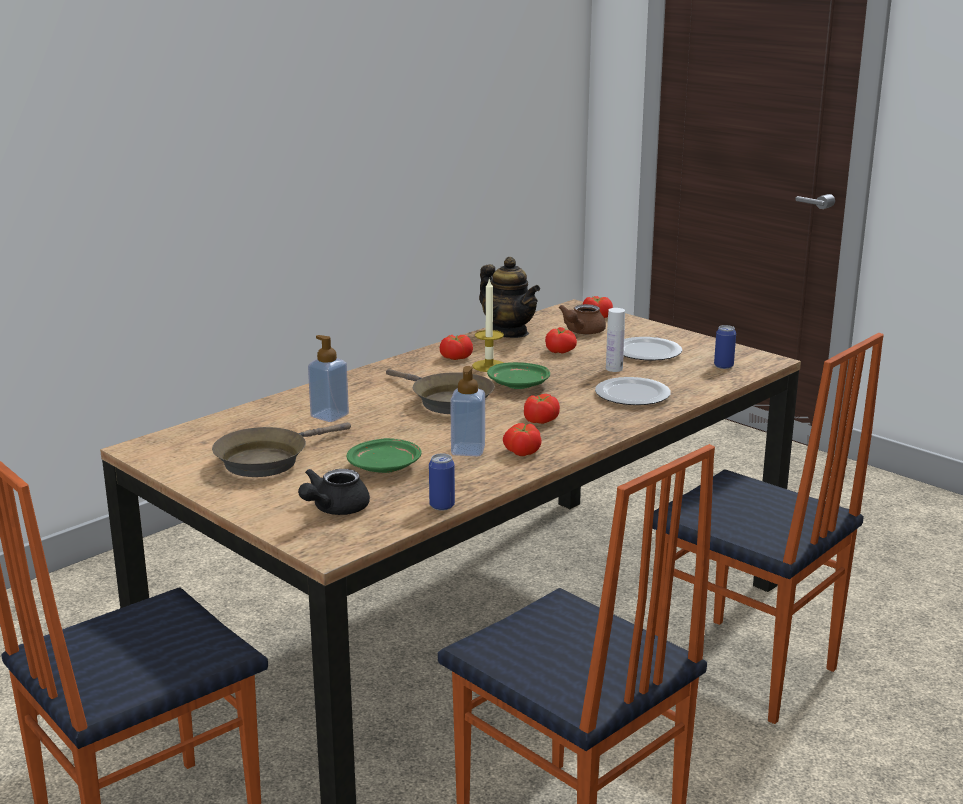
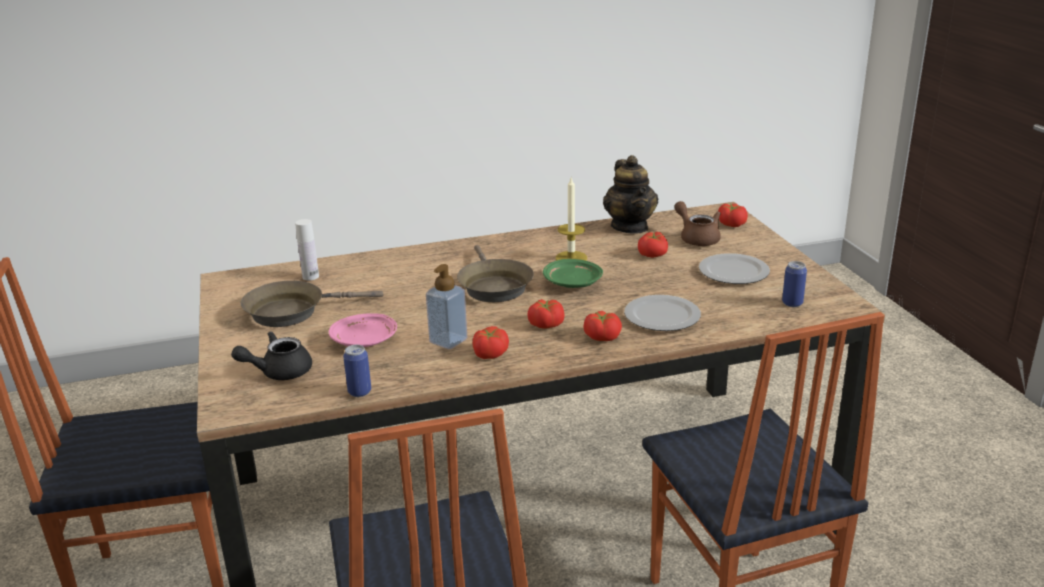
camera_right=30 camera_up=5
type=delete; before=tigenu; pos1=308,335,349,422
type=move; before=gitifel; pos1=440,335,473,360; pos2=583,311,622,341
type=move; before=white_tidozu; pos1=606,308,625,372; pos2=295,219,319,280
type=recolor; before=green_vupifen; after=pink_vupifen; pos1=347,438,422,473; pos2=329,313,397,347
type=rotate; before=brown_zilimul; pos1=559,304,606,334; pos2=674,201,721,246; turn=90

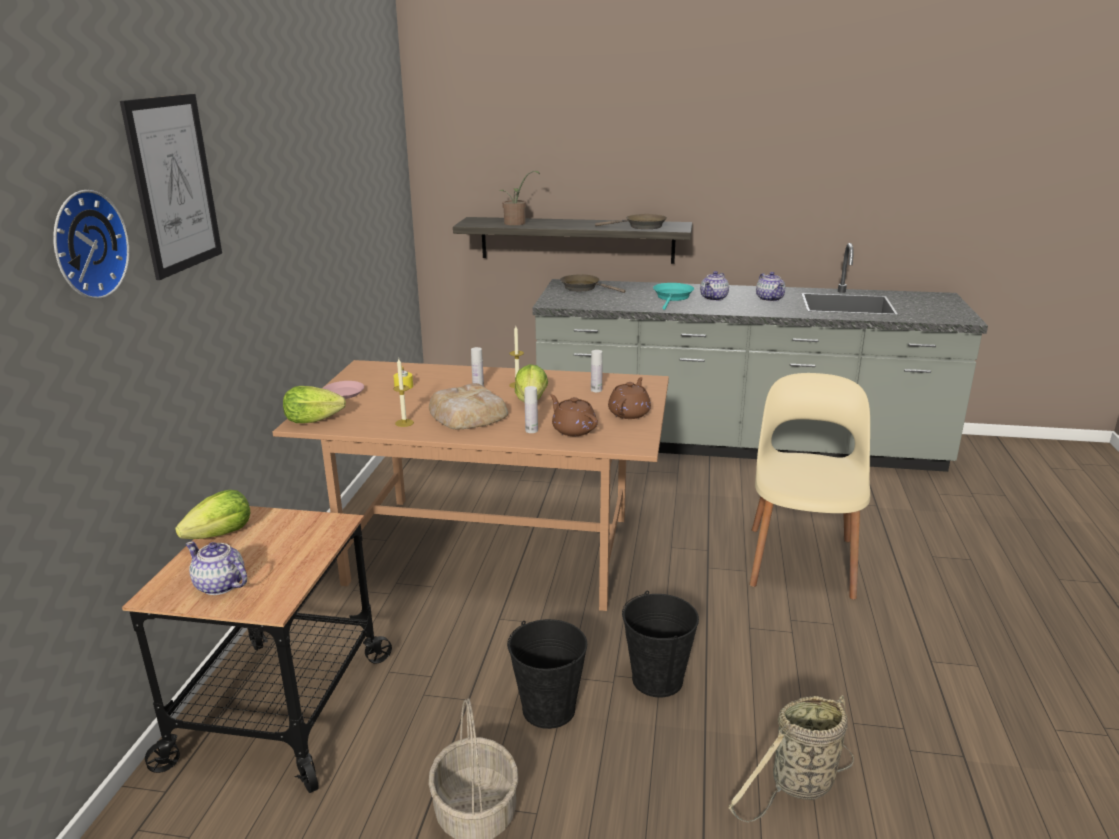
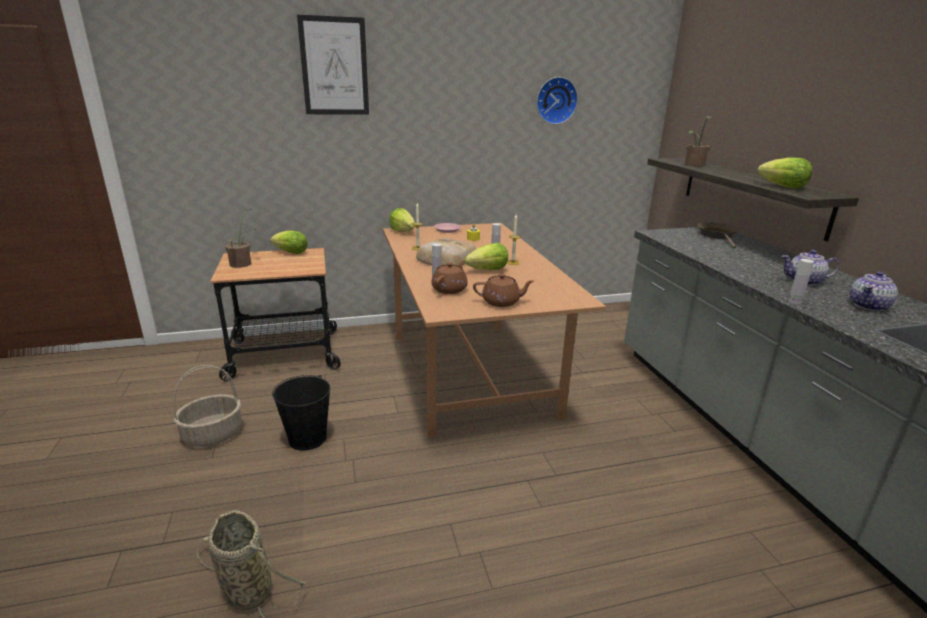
camera_right=65 camera_up=0
type=delete; before=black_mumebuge; pos1=622,590,699,697
type=delete; before=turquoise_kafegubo; pos1=653,283,694,310
type=delete; before=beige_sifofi; pos1=749,373,870,600
type=move; before=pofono; pos1=53,190,130,299; pos2=537,77,578,125
type=move; before=white_tidozu; pos1=591,350,603,392; pos2=788,259,814,304
type=replace; before=zilimul; after=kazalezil; pos1=186,541,247,595; pos2=225,209,257,268
type=replace; before=brown_kafegubo; after=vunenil; pos1=595,214,667,229; pos2=757,157,812,189

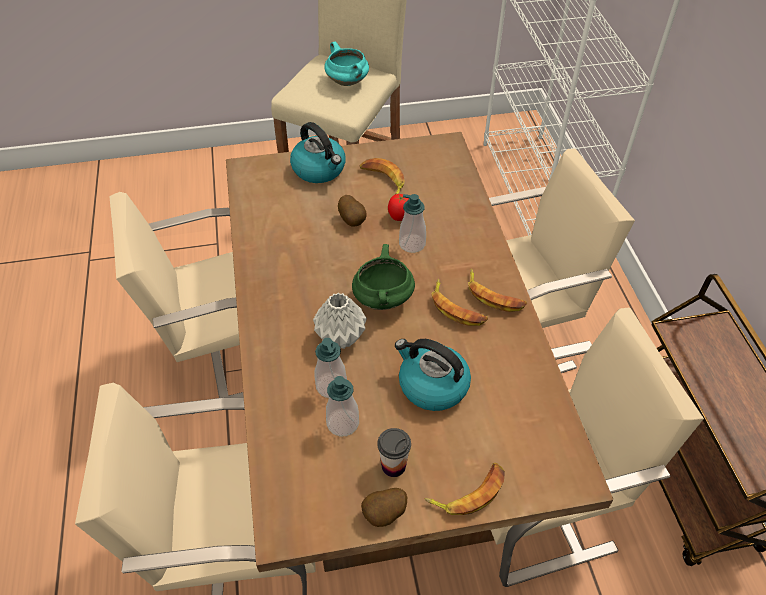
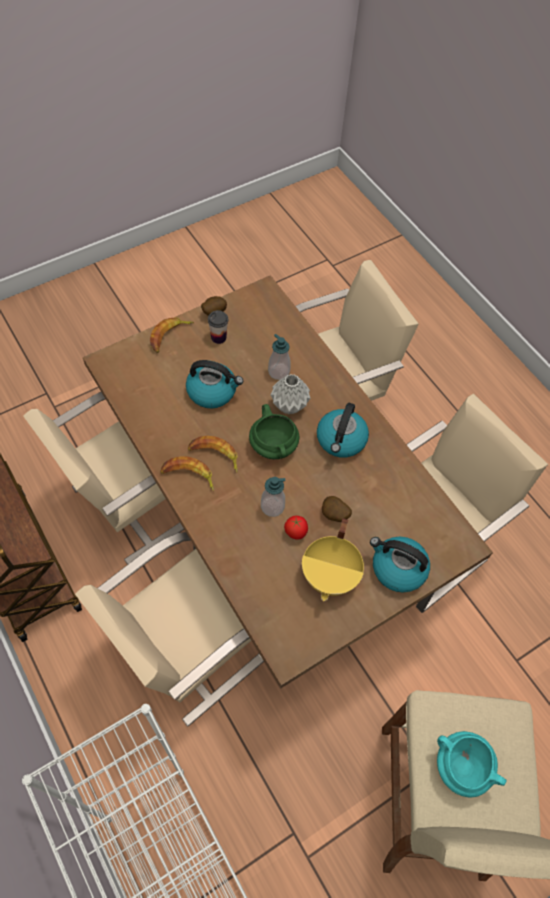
camera_right=155 camera_up=10
type=delete; before=tigenu; pos1=326,376,359,437
type=insert; after=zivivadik; pos2=317,403,369,458
type=replace; before=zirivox; after=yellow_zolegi; pos1=360,158,405,194; pos2=302,518,364,601

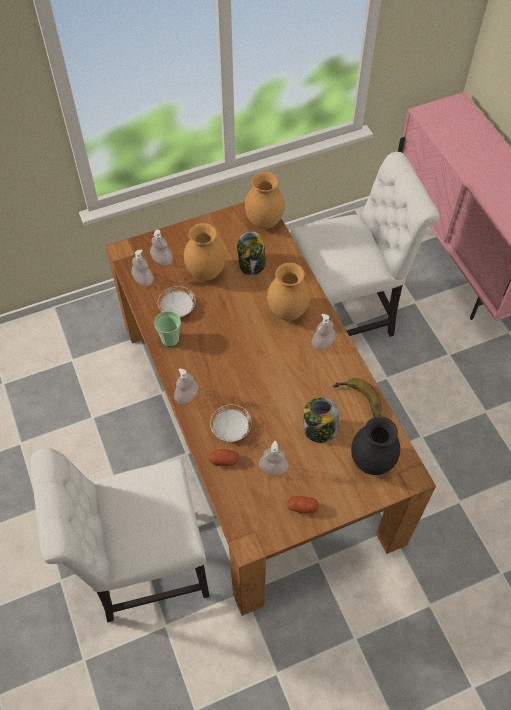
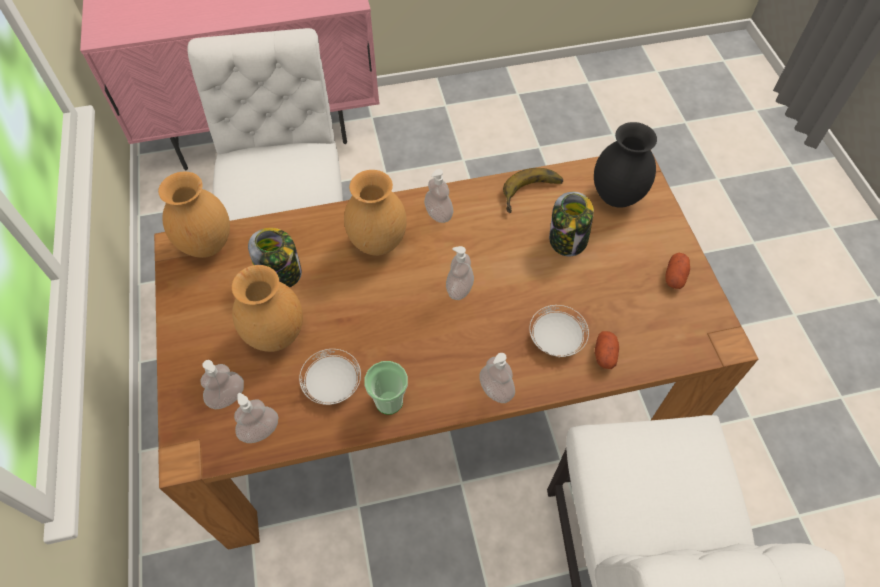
camera_right=-80 camera_up=0
type=move; before=tigenu; pos1=259,441,289,475; pos2=446,246,474,300

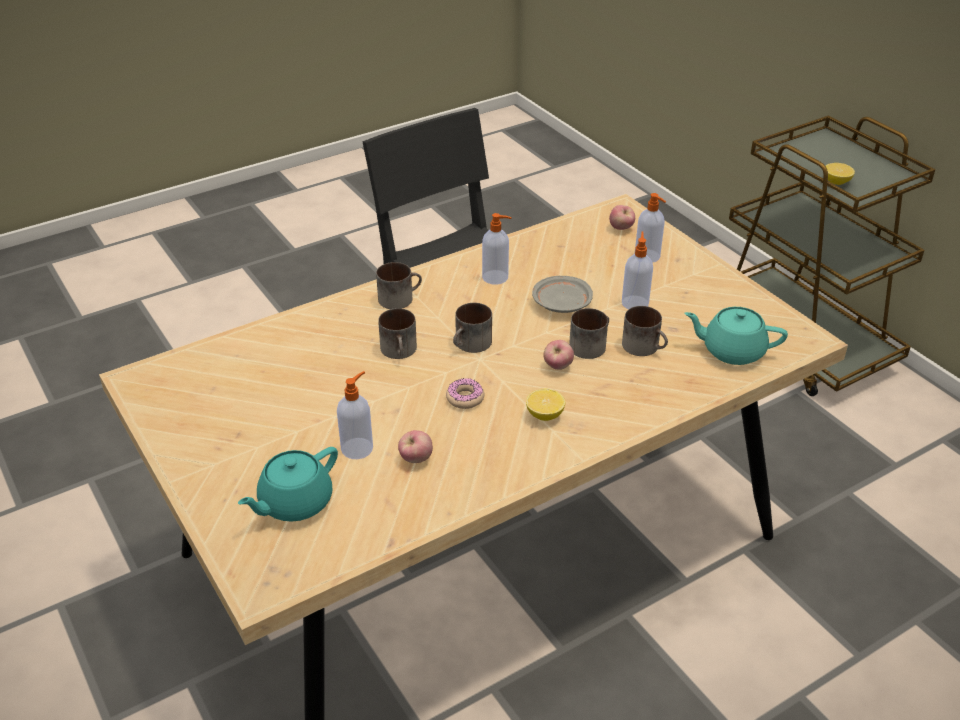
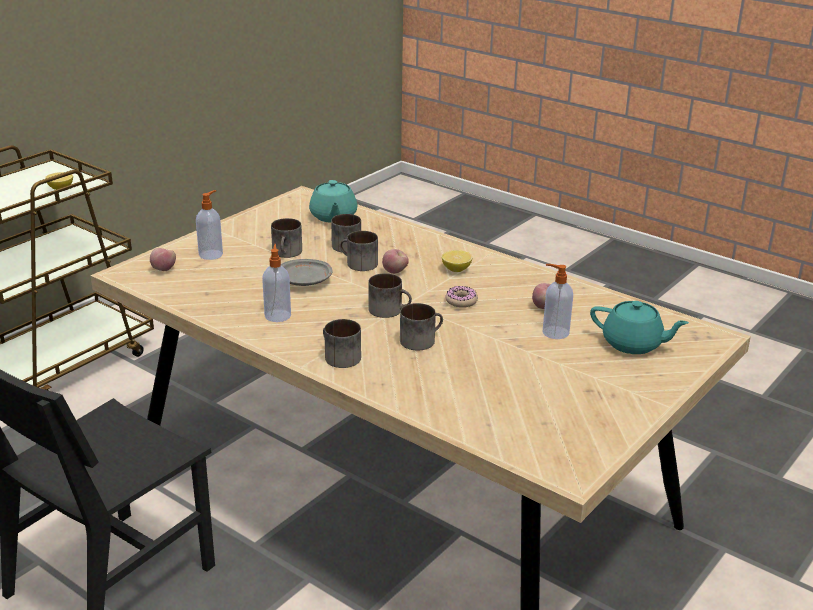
camera_right=-110 camera_up=-10
type=replace; before=tigenu; after=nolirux; pos1=622,232,653,309; pos2=271,218,302,258

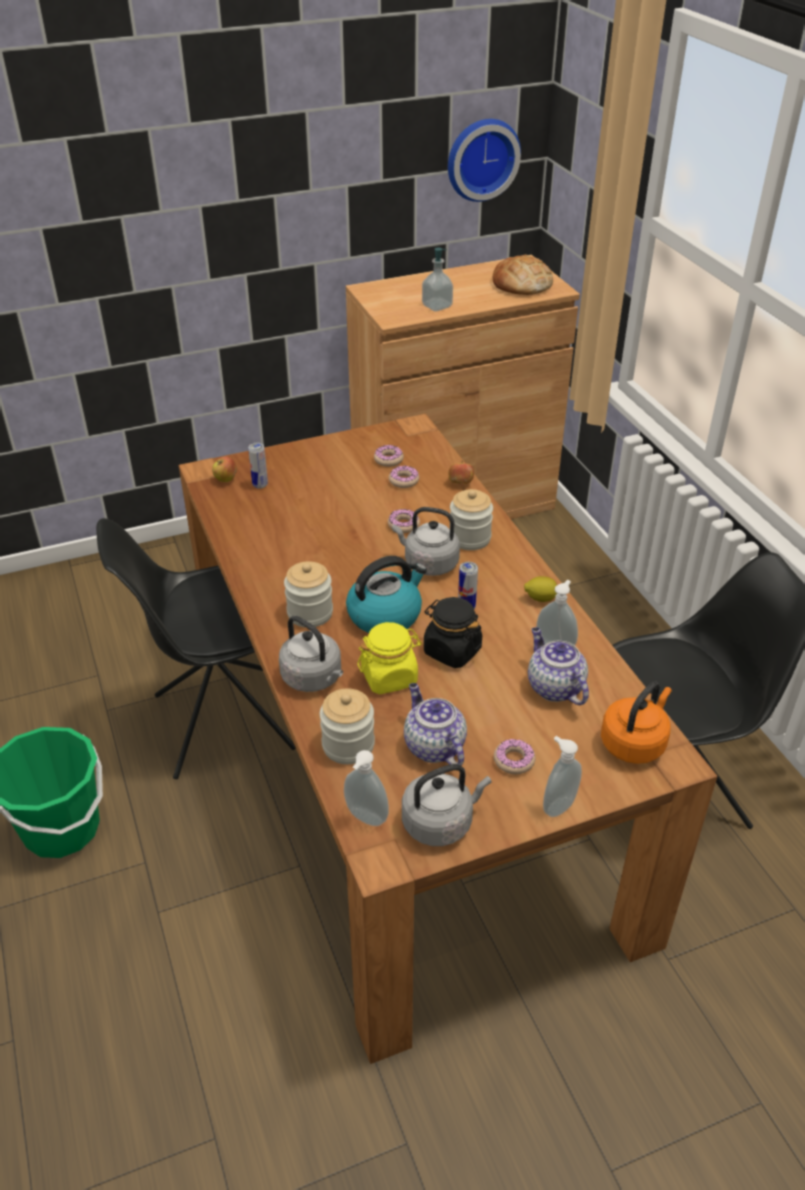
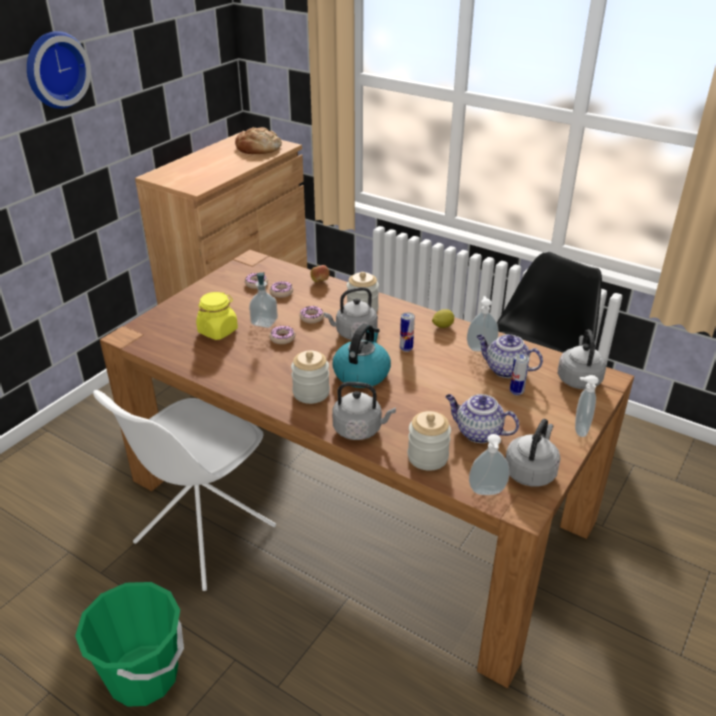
camera_right=-35 camera_up=-5
type=delete; before=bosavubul; pos1=212,456,237,482
type=delete; before=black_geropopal; pos1=424,597,482,668
type=move; before=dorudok; pos1=248,442,268,489; pos2=510,354,529,395
type=move; before=yellow_geropopal; pos1=357,622,422,694; pos2=196,292,238,340
type=move; before=tigenu; pos1=422,248,453,312; pos2=249,272,278,328
type=move; before=pofono; pos1=448,119,521,202; pos2=27,31,91,109
type=move; before=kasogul; pos1=494,739,535,774; pos2=269,326,295,344
type=recolor; before=black_sifofi; after=white_sifofi; pos1=96,518,296,779; pos2=93,390,276,591
type=recolor; before=orange_zivivadik; after=grey_zivivadik; pos1=601,681,672,764; pos2=558,329,606,389

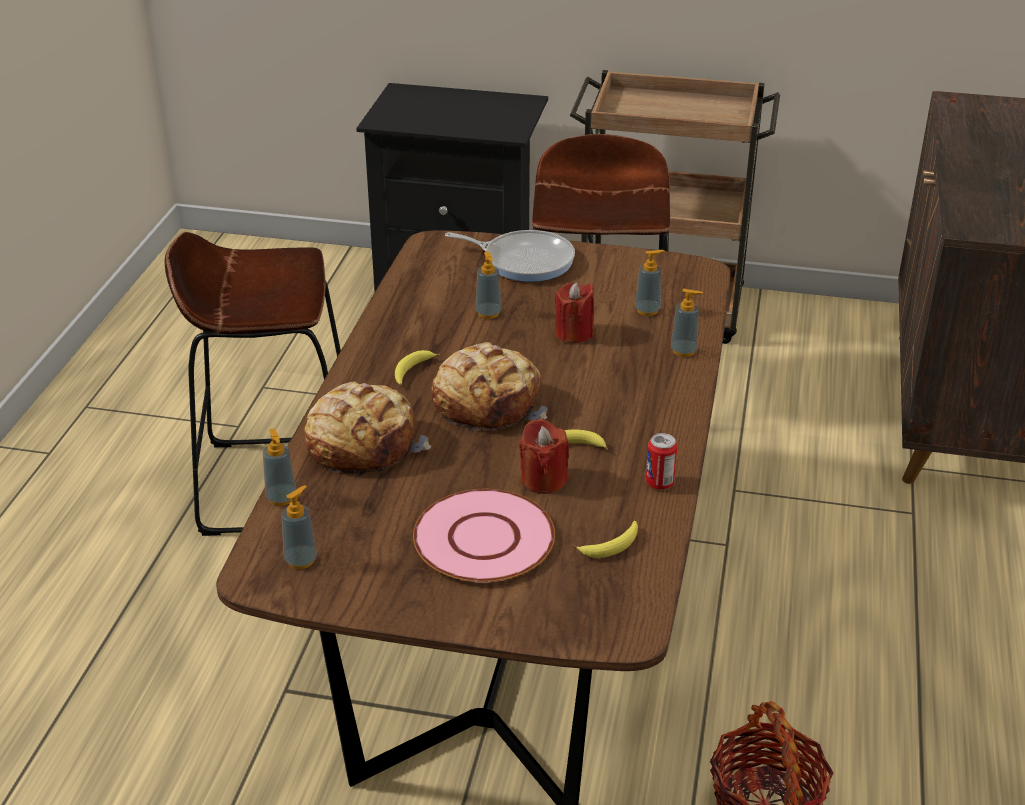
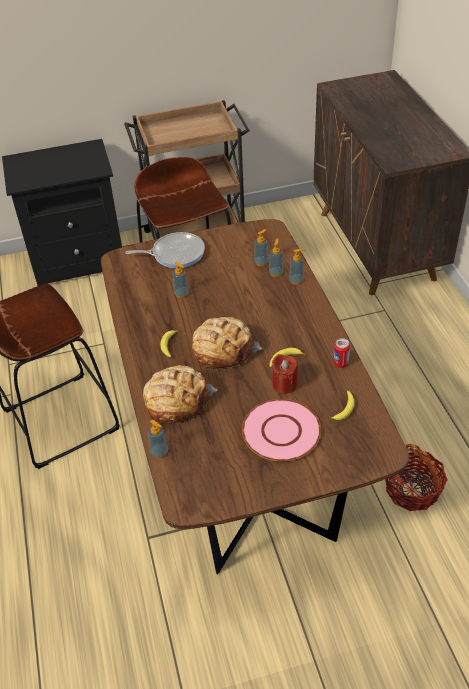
camera_right=-25 camera_up=10
type=delete; before=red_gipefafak; pos1=555,282,594,343
type=move; before=tigenu; pos1=281,485,317,569; pos2=269,238,284,277

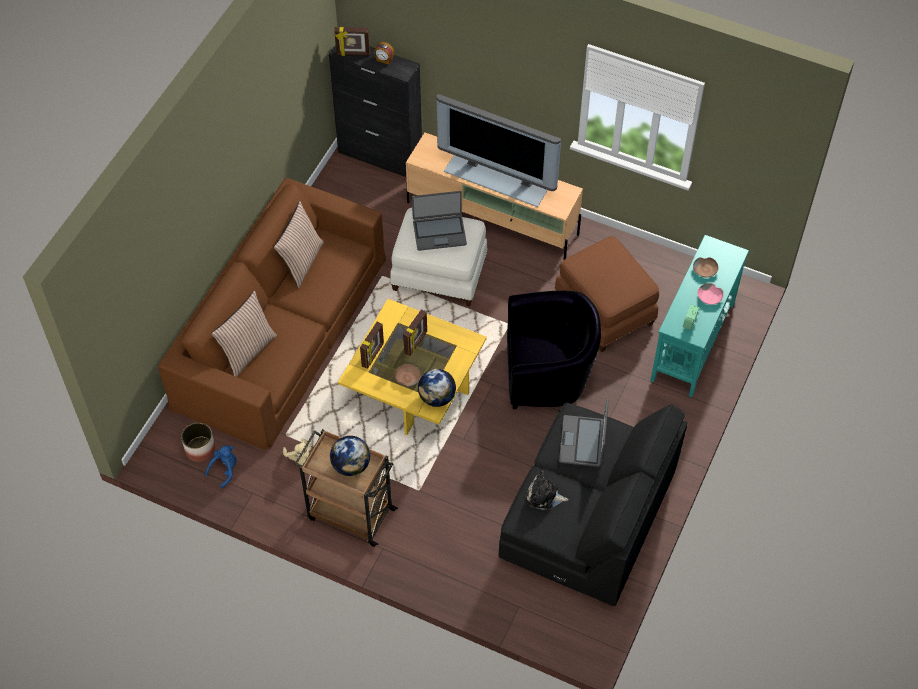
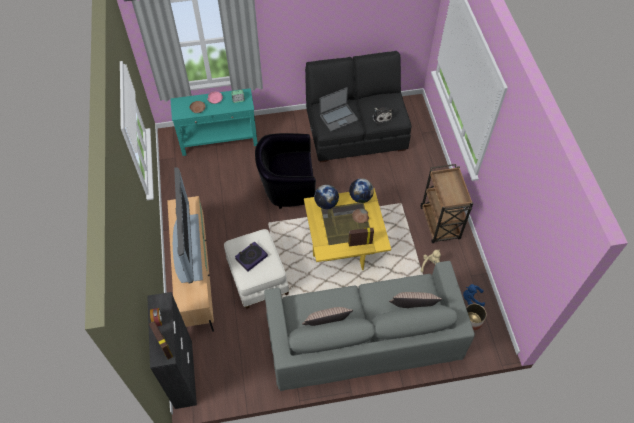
camera_right=-125 camera_up=0
type=delete; before=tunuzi; pos1=403,309,427,356
type=delete; before=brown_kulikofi; pos1=555,236,659,352
type=move; before=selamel; pos1=330,436,370,476; pos2=314,185,339,209
type=replace; before=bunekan; after=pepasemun; pos1=412,191,467,251; pos2=235,241,268,271
type=recolor; before=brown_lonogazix; after=grey_lonogazix; pos1=158,178,386,451; pos2=264,261,475,391
type=rotate; before=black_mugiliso; pos1=507,291,601,409; pos2=255,133,316,209; turn=-60

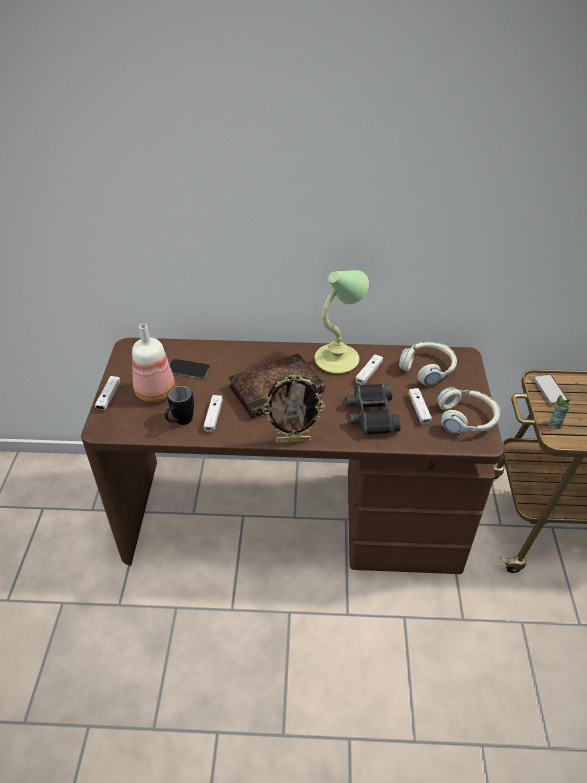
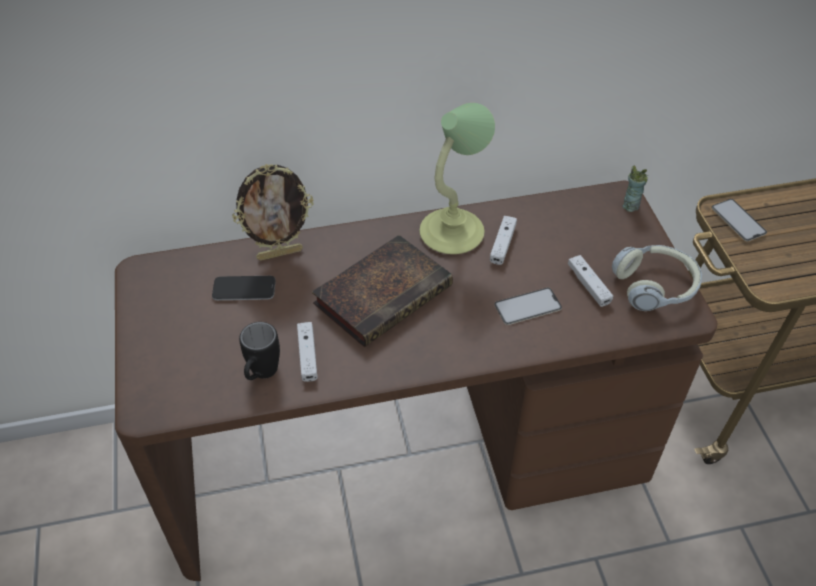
camera_right=-15 camera_up=5
type=delete; before=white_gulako; pos1=95,376,120,410
type=delete; before=tidozu; pos1=132,324,175,402
type=delete; before=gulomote; pos1=399,342,457,386
type=move; before=tunuzi; pos1=262,375,325,443; pos2=232,164,314,261
type=move; before=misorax; pos1=548,395,571,429; pos2=623,165,648,212
type=replace; before=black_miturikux; after=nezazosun; pos1=346,383,401,435; pos2=494,288,562,325

